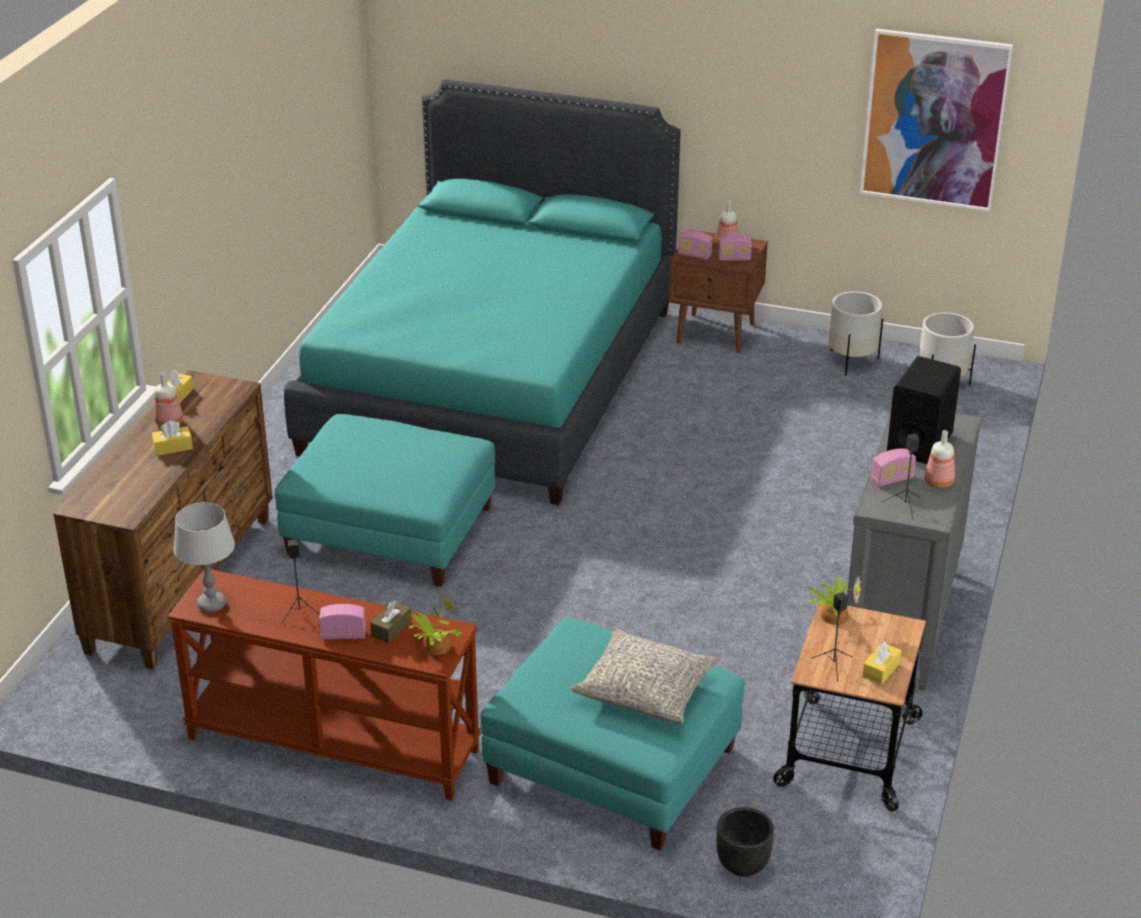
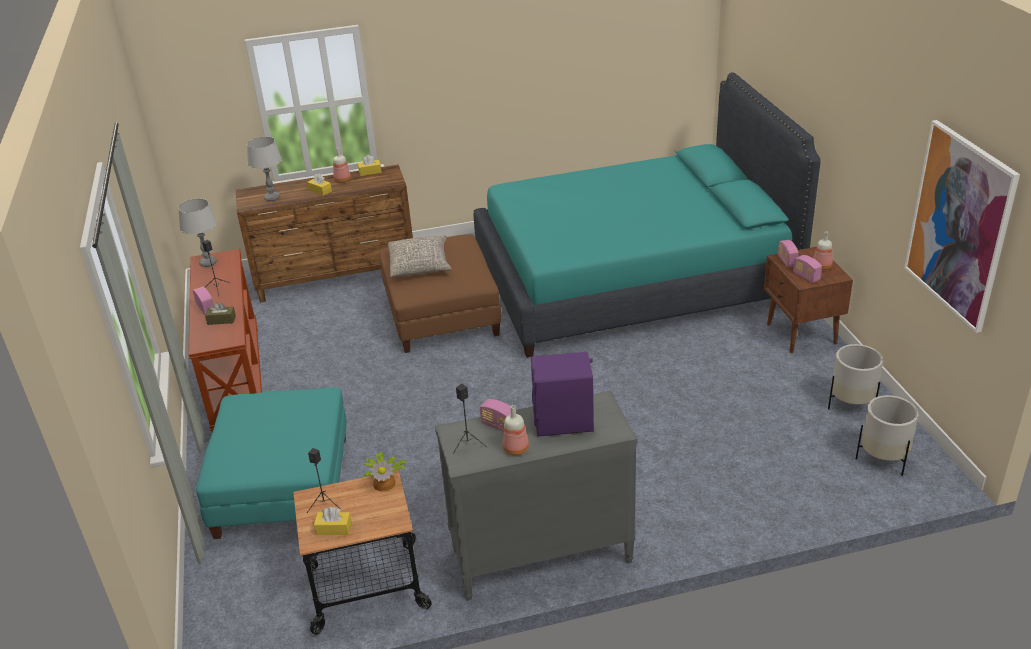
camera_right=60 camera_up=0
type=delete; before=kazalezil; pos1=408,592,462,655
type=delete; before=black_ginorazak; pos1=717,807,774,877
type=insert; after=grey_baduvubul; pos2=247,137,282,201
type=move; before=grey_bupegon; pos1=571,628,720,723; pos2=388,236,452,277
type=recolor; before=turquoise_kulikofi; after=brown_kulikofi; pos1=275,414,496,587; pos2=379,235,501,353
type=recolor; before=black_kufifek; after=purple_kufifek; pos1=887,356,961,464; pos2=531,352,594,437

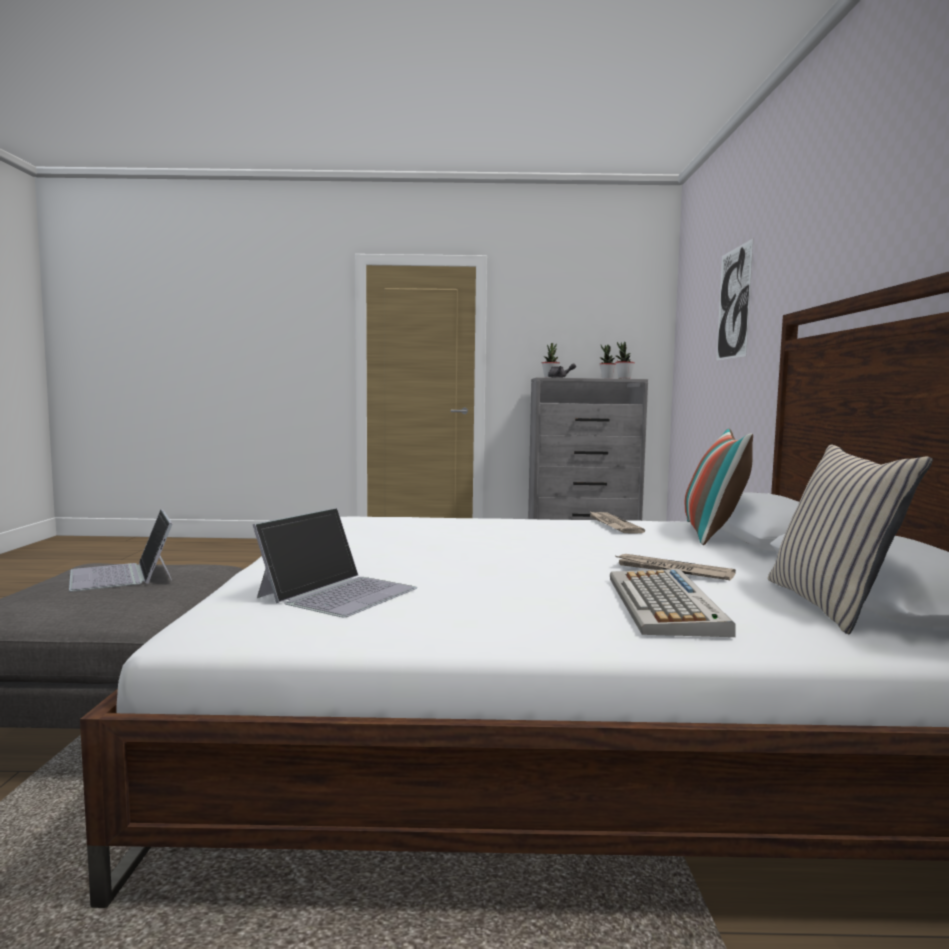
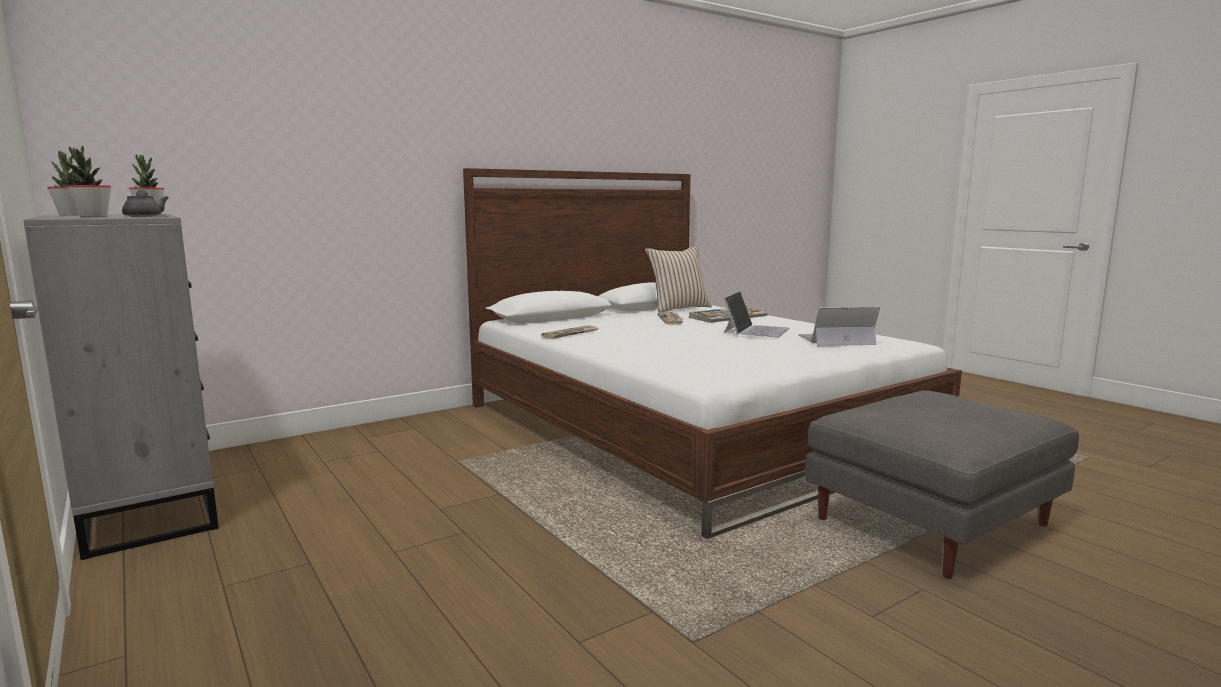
camera_right=-125 camera_up=5
type=delete; before=bupegon; pos1=685,429,753,545
type=delete; before=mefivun; pos1=716,239,753,361
type=move; before=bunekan; pos1=69,509,172,592; pos2=724,291,790,337

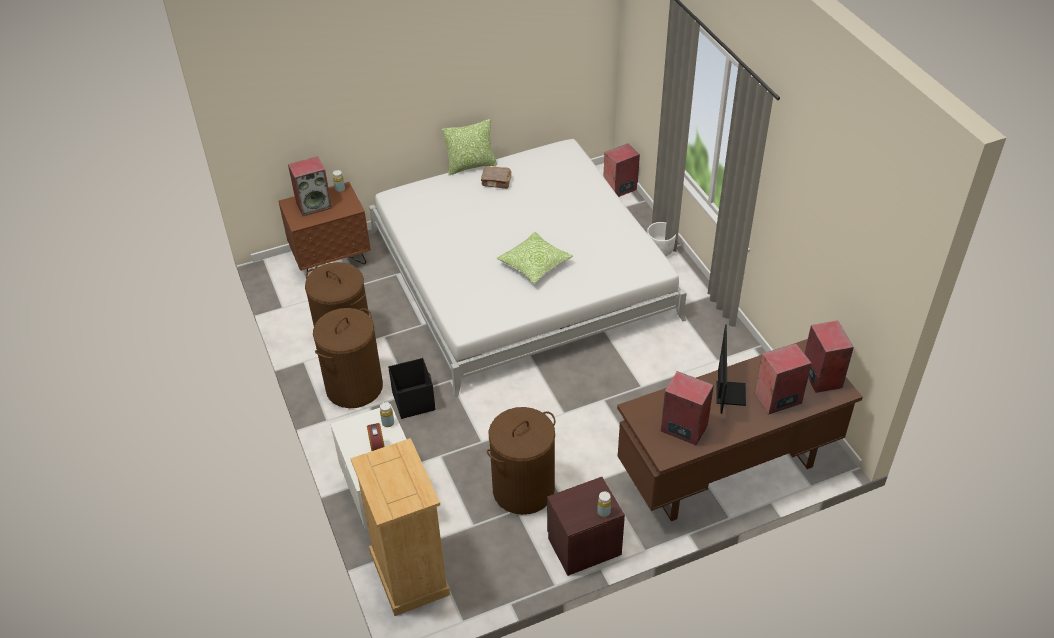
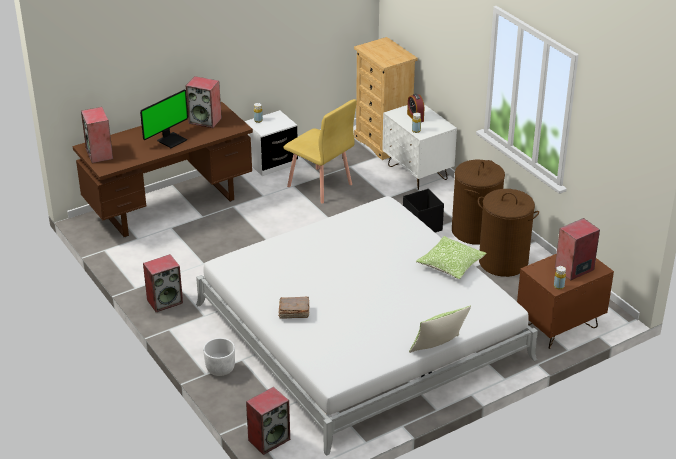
camera_right=170 camera_up=-10
type=move; before=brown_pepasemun; pos1=481,166,512,189; pos2=278,297,309,319
type=move; before=bupegon; pos1=497,232,573,284; pos2=416,236,486,279
type=move; before=kufifek; pos1=754,343,812,414; pos2=143,254,183,312
type=replace; before=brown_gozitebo; after=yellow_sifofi; pos1=487,407,555,515; pos2=283,99,357,204
type=recolor; before=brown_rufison; after=white_rufison; pos1=547,477,625,576; pos2=245,110,298,176
type=rotate; before=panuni; pos1=716,325,746,414; pos2=140,89,188,148; turn=-135

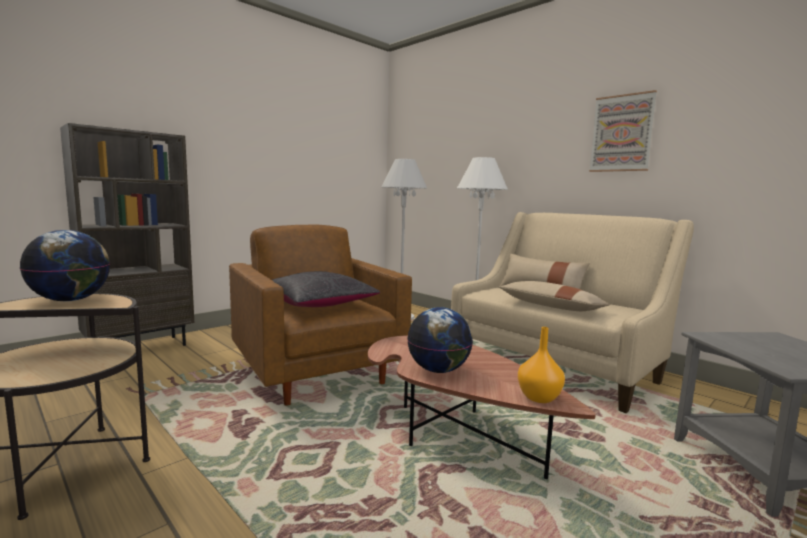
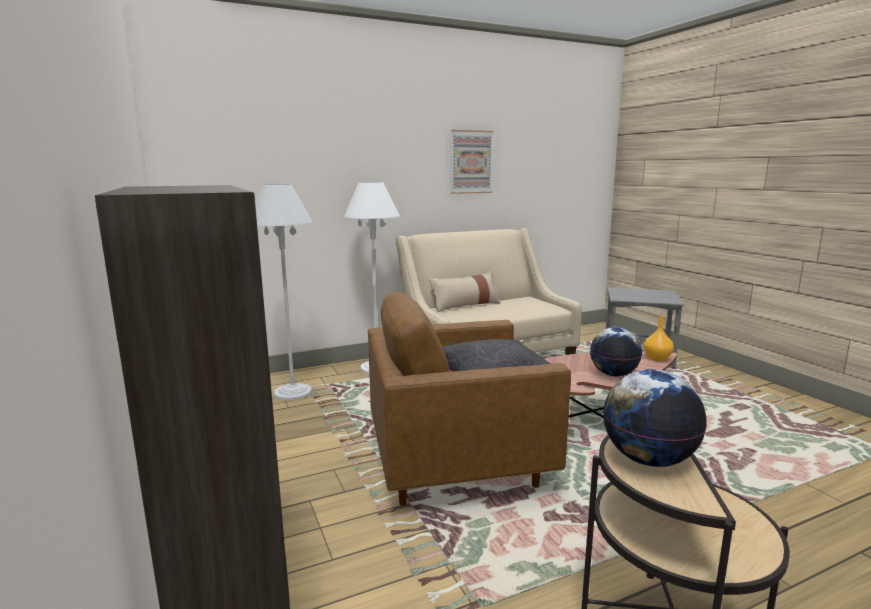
camera_right=-70 camera_up=5
type=delete; before=beige_bupegon; pos1=499,281,610,311

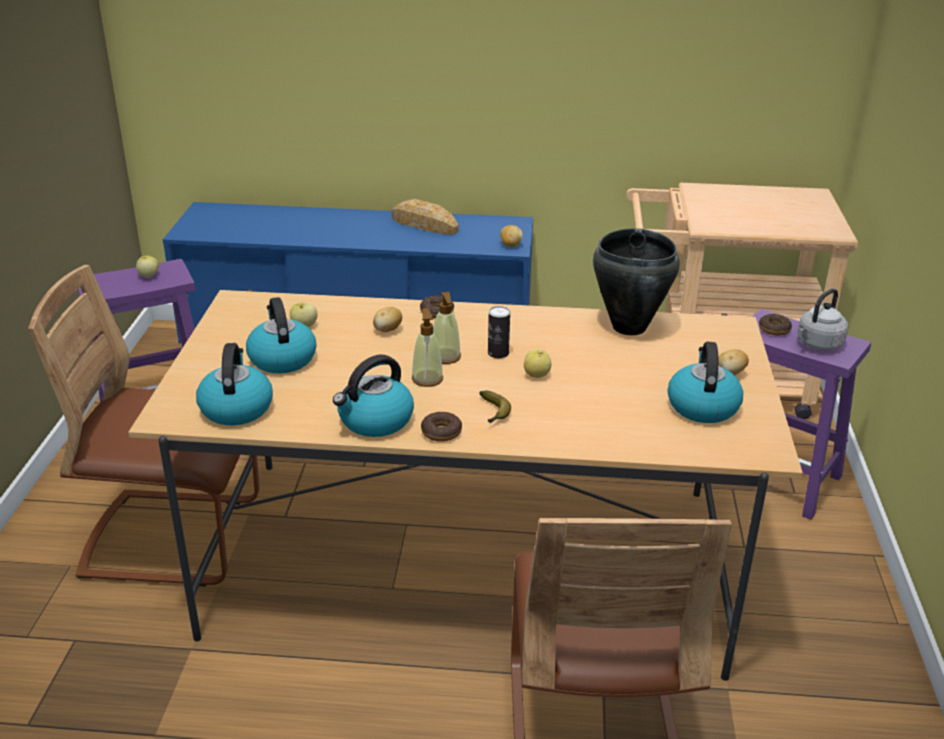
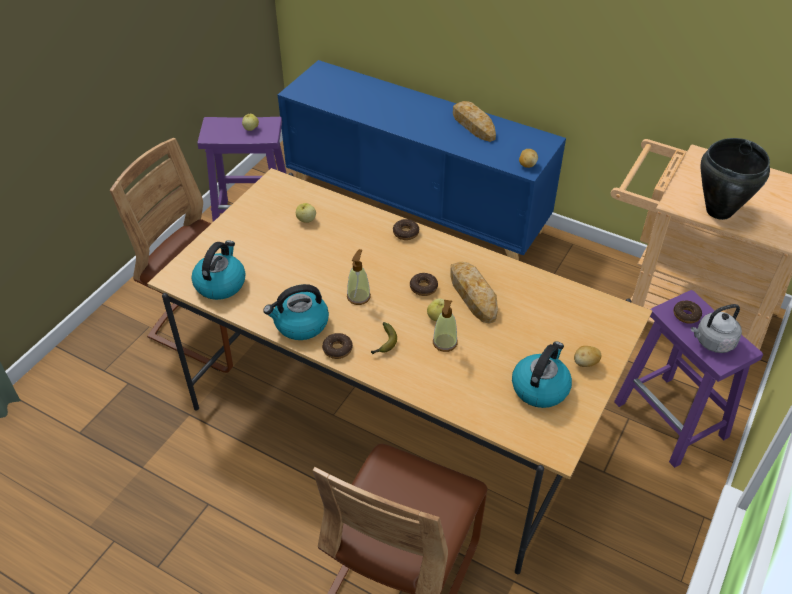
camera_right=25 camera_up=15
type=delete; before=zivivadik; pos1=246,297,316,373
type=delete; before=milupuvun; pos1=373,307,402,332
type=insert; after=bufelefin; pos2=451,262,498,324
type=move; before=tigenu; pos1=433,292,461,364; pos2=433,300,458,352
type=move; before=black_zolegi; pos1=593,228,680,335; pos2=701,138,770,220
type=replace; before=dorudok; after=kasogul; pos1=488,306,510,358; pos2=410,272,438,296

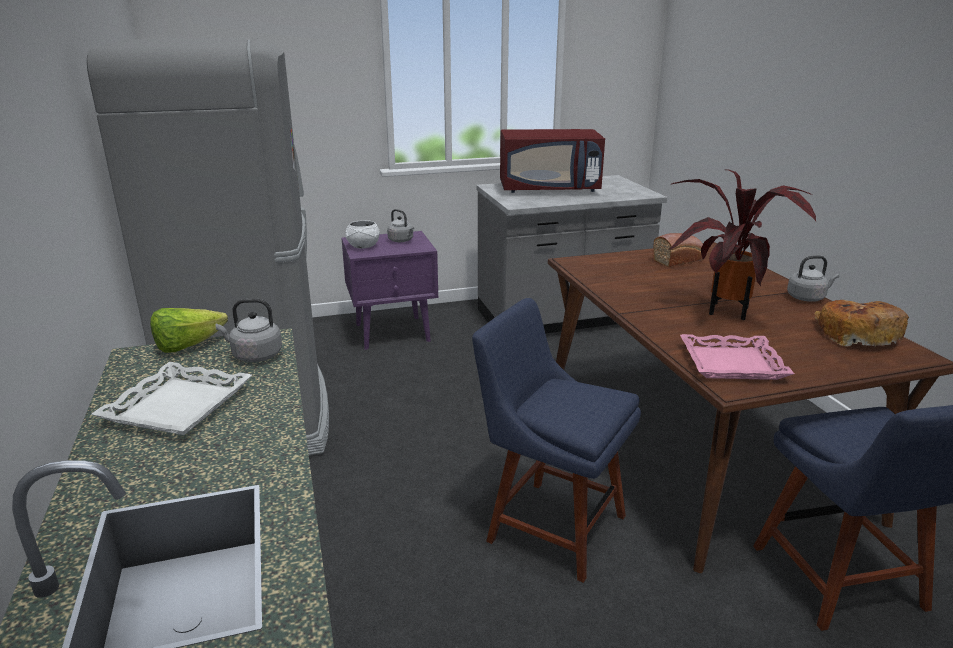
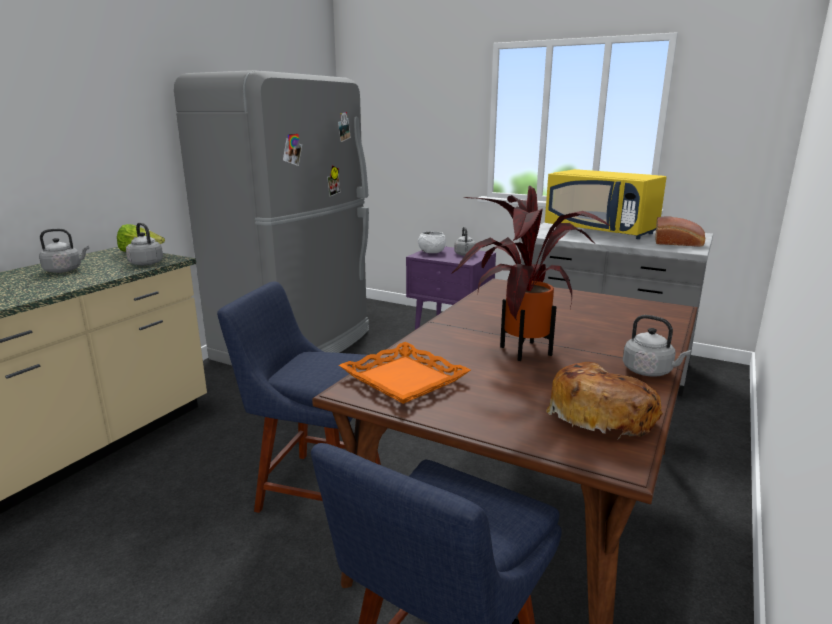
camera_right=45 camera_up=-5
type=move; before=bufelefin; pos1=653,233,703,267; pos2=655,216,705,247
type=replace; before=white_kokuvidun; after=grey_zivivadik; pos1=91,362,252,435; pos2=39,229,89,273
type=recolor; before=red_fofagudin; after=yellow_fofagudin; pos1=500,129,605,193; pos2=545,169,666,239
type=recolor; before=pink_kokuvidun; after=orange_kokuvidun; pos1=680,334,794,380; pos2=339,342,471,404
type=rotate; before=blue_sifofi; pos1=472,298,641,583; pos2=217,281,381,513; turn=-60

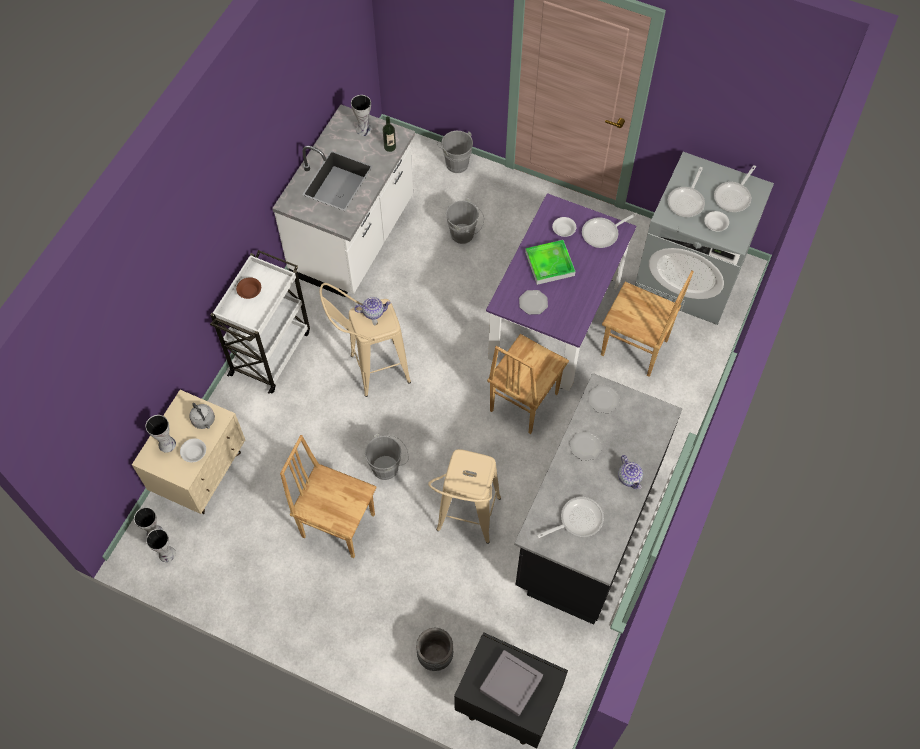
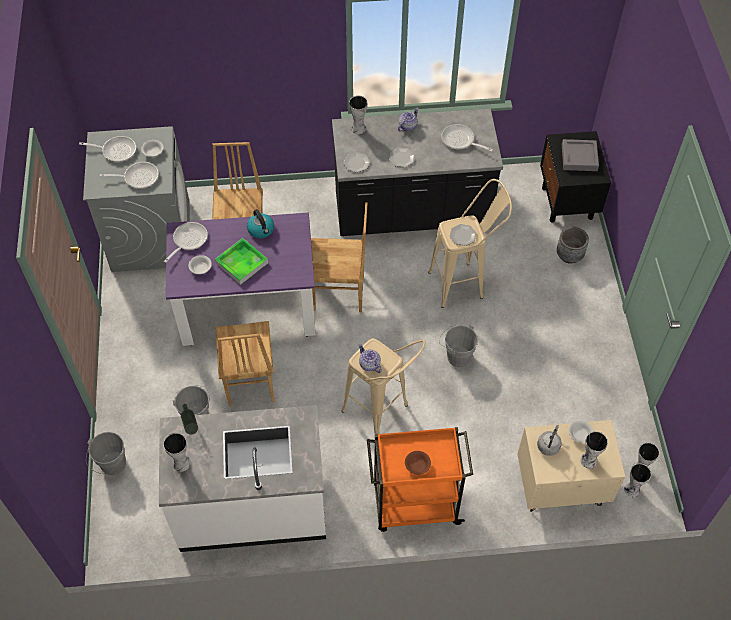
camera_right=-120 camera_up=-5
type=insert; after=zivivadik; pos2=247,209,274,238
type=insert; after=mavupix; pos2=349,96,368,134
type=move; before=brown_sifofi; pos1=280,435,377,558; pos2=215,321,274,407
type=move; before=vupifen; pos1=519,290,548,315; pos2=450,224,477,246
type=recolor; before=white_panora; after=orange_panora; pos1=210,250,310,394; pos2=367,427,473,532
type=rotate; before=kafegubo; pos1=582,213,638,248; pos2=164,222,208,263; turn=-90

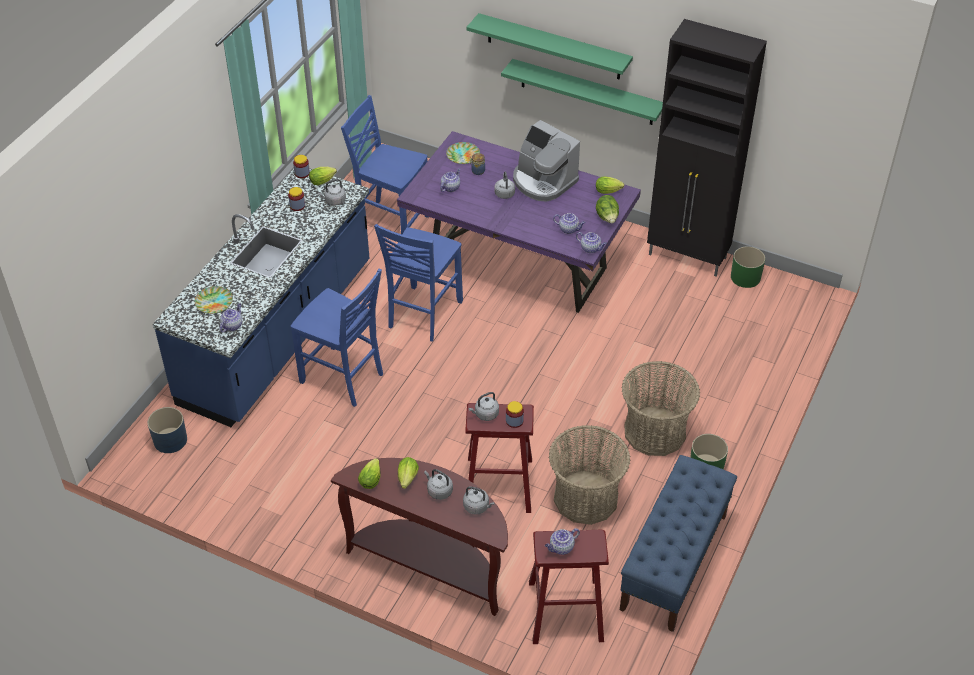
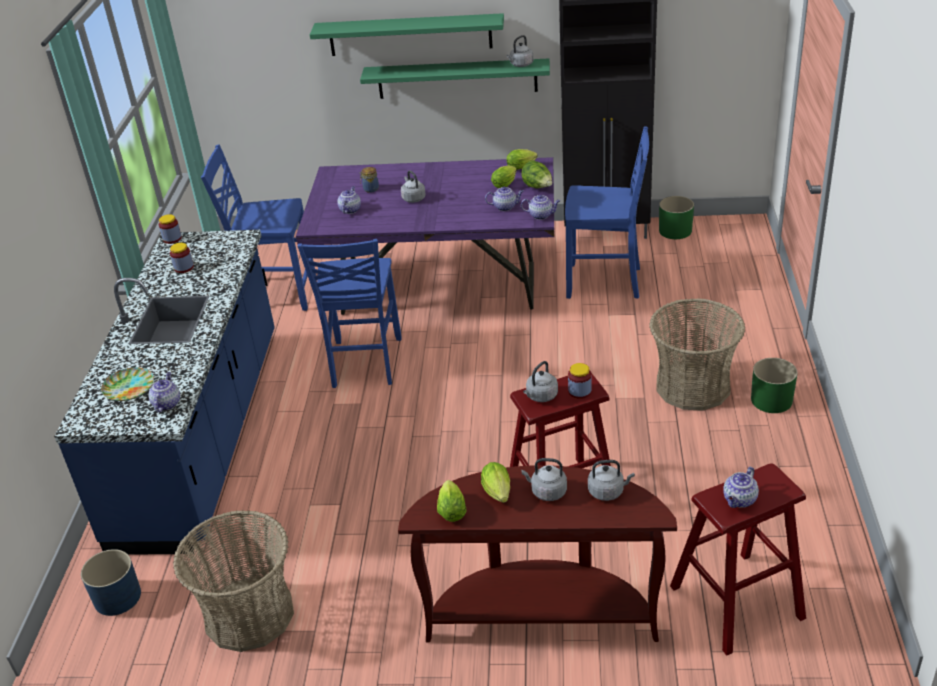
camera_right=-20 camera_up=-10
type=delete; before=vupifen; pos1=446,142,480,164
type=delete; before=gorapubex; pos1=513,120,580,202
type=delete; before=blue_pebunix; pos1=620,455,737,632
type=move; before=blue_sifofi; pos1=291,269,383,407; pos2=565,127,649,299
type=move; before=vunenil; pos1=309,167,337,185; pos2=491,166,517,188
type=move; before=grey_zivivadik; pos1=318,179,346,206; pos2=507,35,533,67
type=move; before=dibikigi; pos1=549,425,630,525; pos2=173,510,294,652

